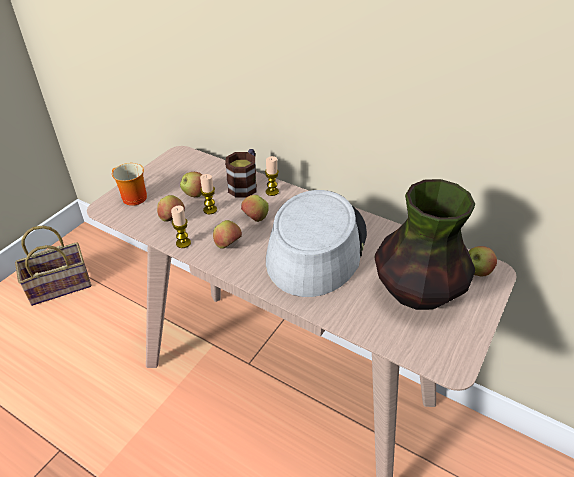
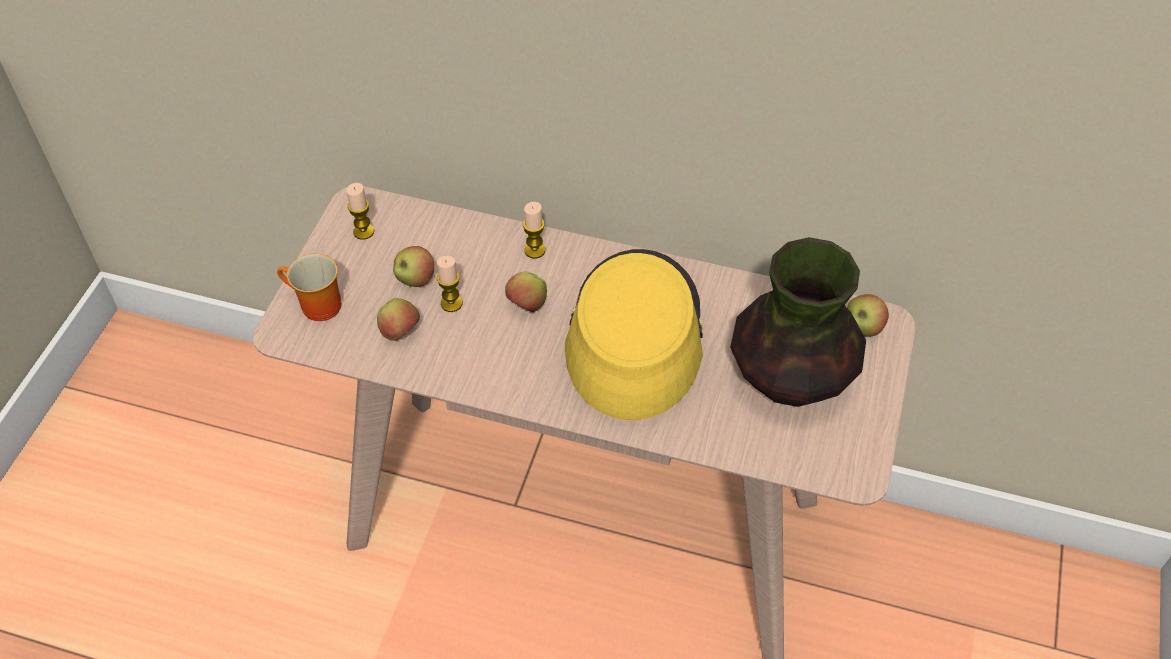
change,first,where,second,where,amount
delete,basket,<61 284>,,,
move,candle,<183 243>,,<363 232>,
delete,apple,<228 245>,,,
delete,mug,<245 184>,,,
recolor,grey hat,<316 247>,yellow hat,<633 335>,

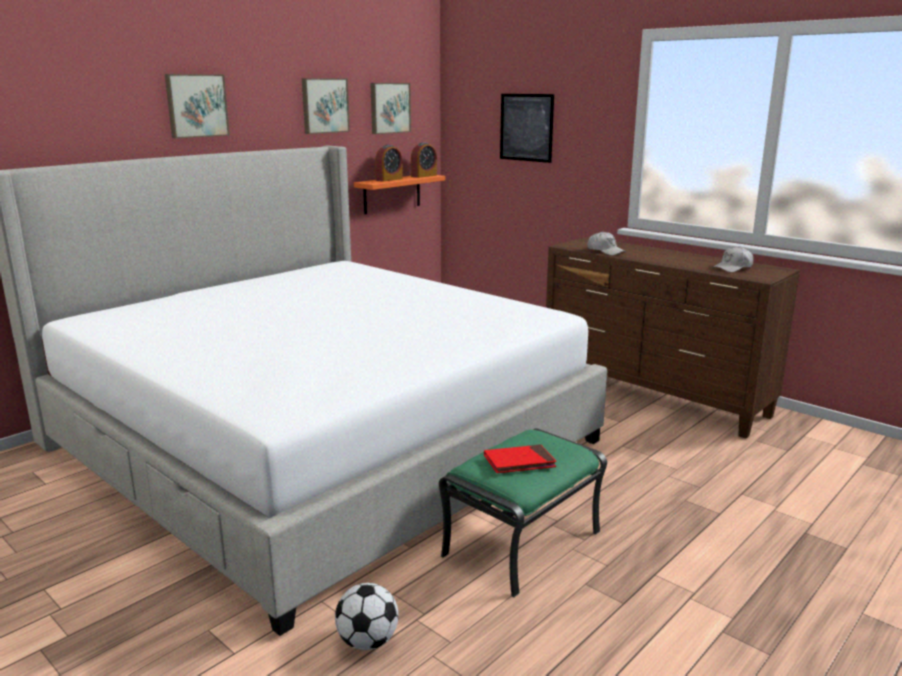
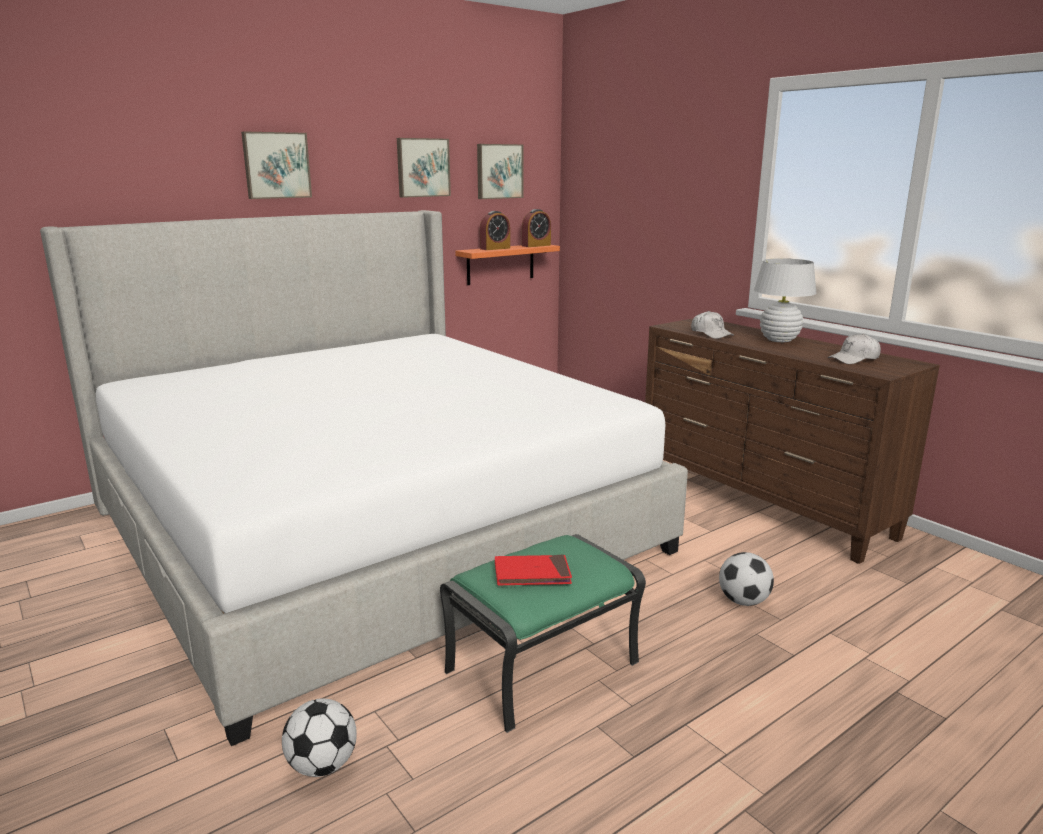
change,first,where,second,where,amount
delete,picture,<526 127>,,,
insert,,,football,<743 601>,
insert,,,white table lamp,<779 340>,

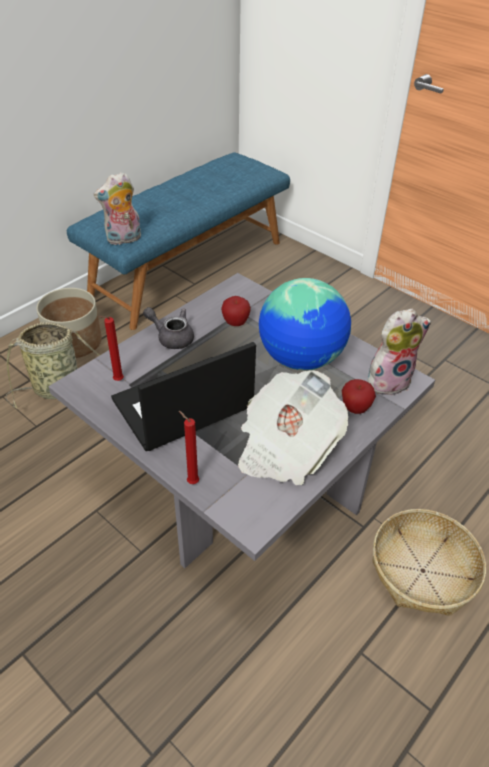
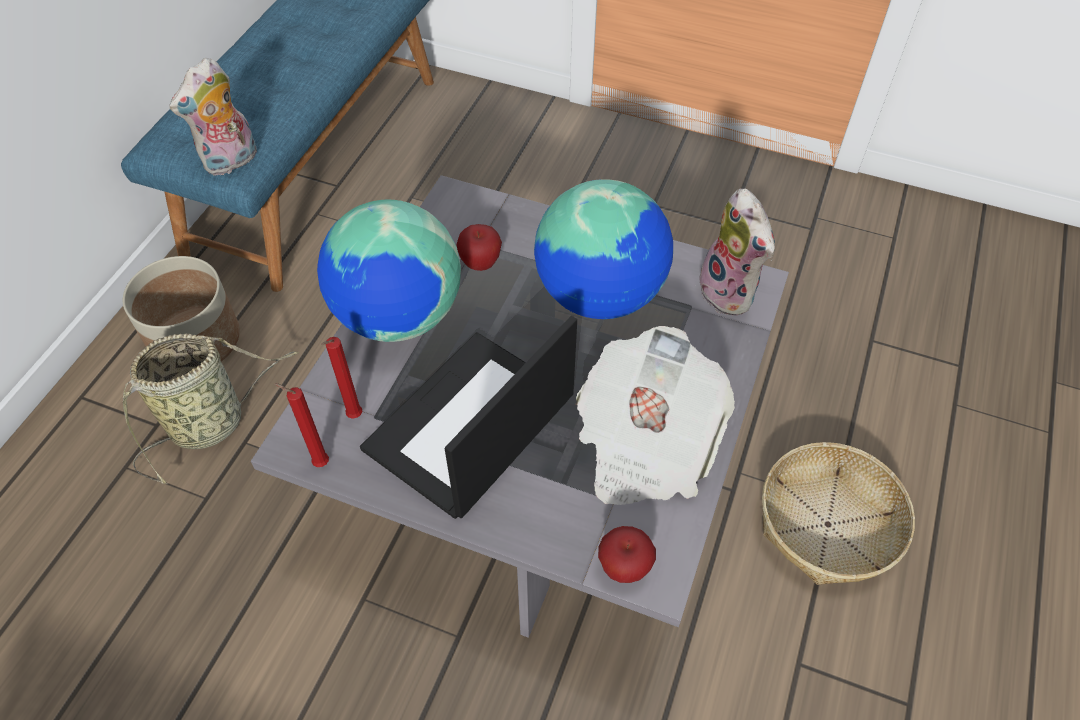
change,first,where,second,where,amount
replace,grey teapot,<171 337>,globe,<398 316>,
move,red candle,<191 481>,,<318 463>,
move,apple,<355 408>,,<624 568>,
rotate,plush toy,<388 380>,,<731 293>,105 degrees clockwise

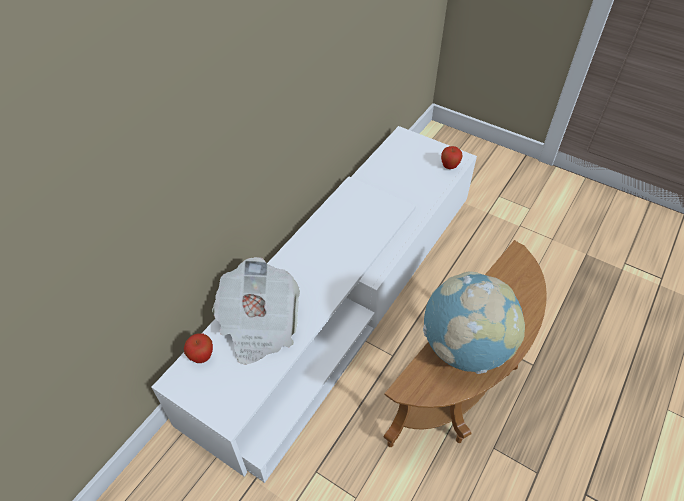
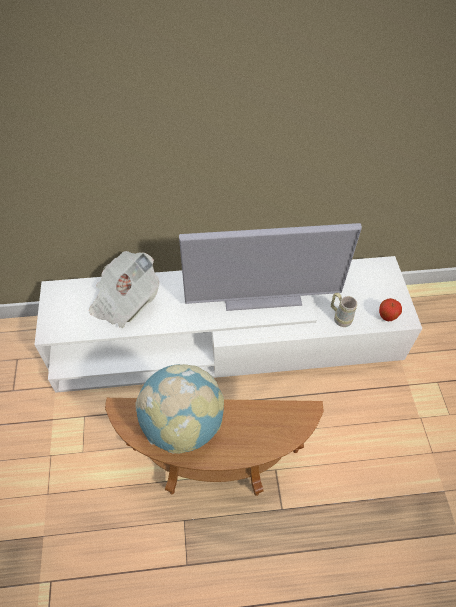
change,first,where,second,where,amount
delete,apple,<202 357>,,,
insert,,,television,<262 297>,
insert,,,beige mug,<339 317>,

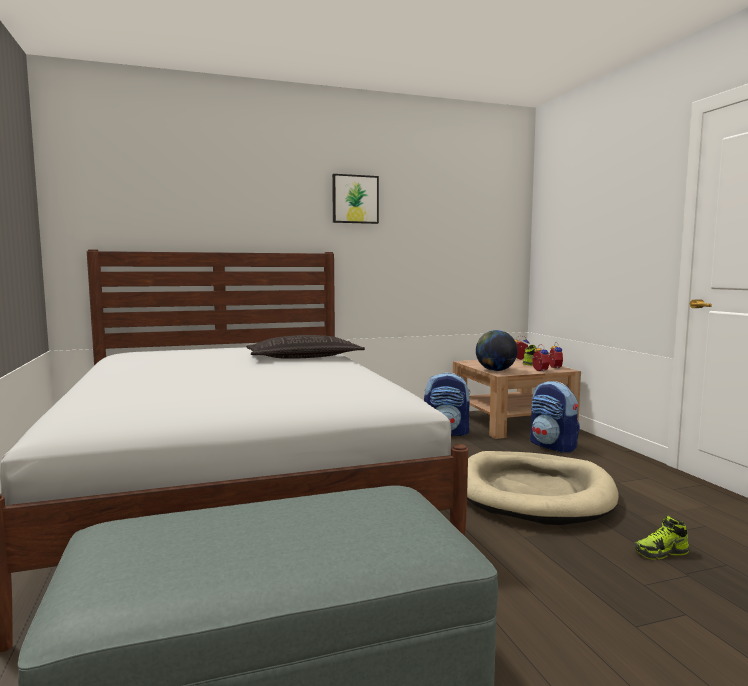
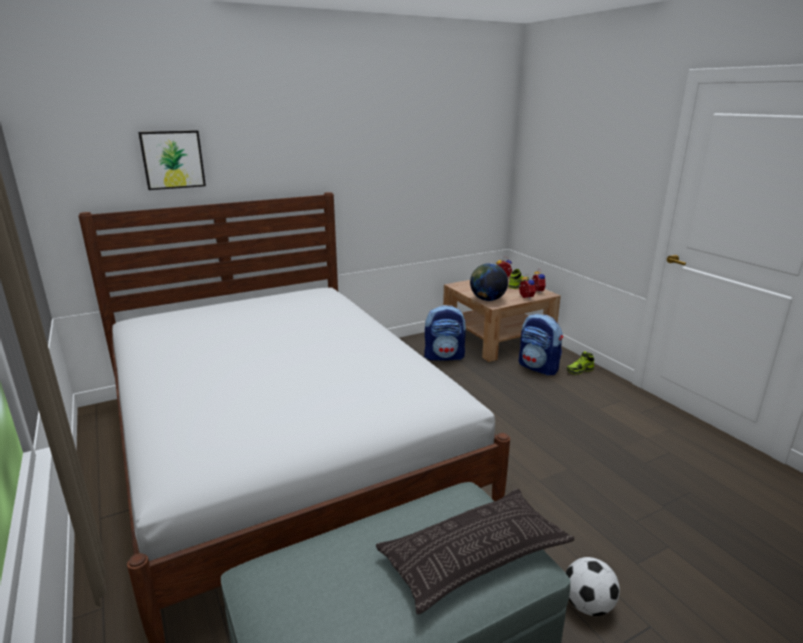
change,first,where,second,where,amount
move,pillow,<304 357>,,<474 555>,
move,picture,<355 199>,,<172 159>,
delete,beige dog bed,<533 492>,,,
move,shoe,<661 553>,,<580 370>,
insert,,,football,<587 605>,

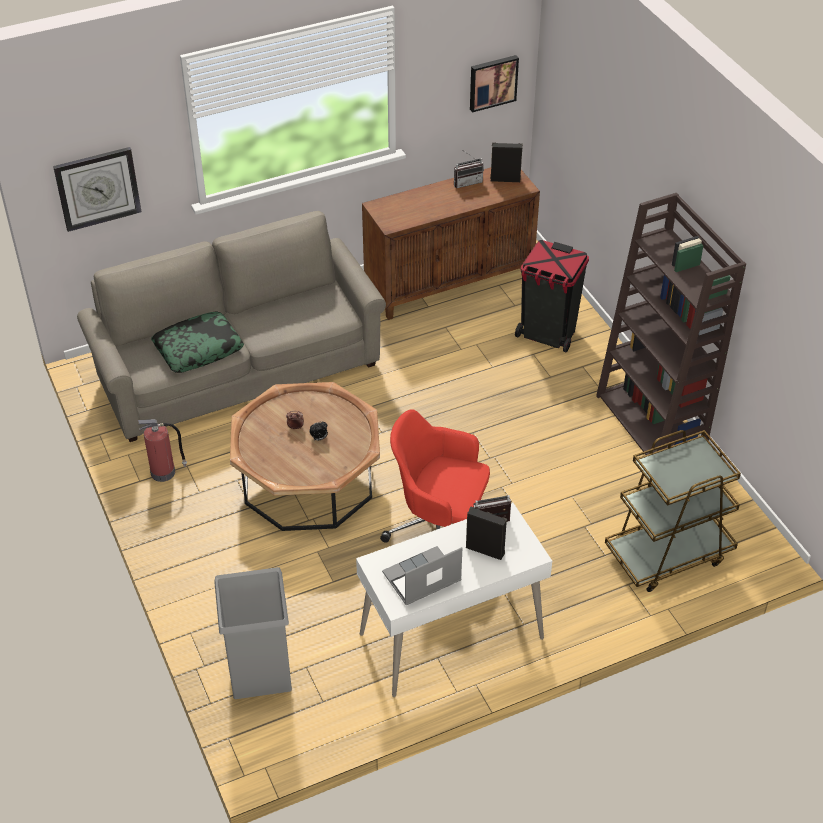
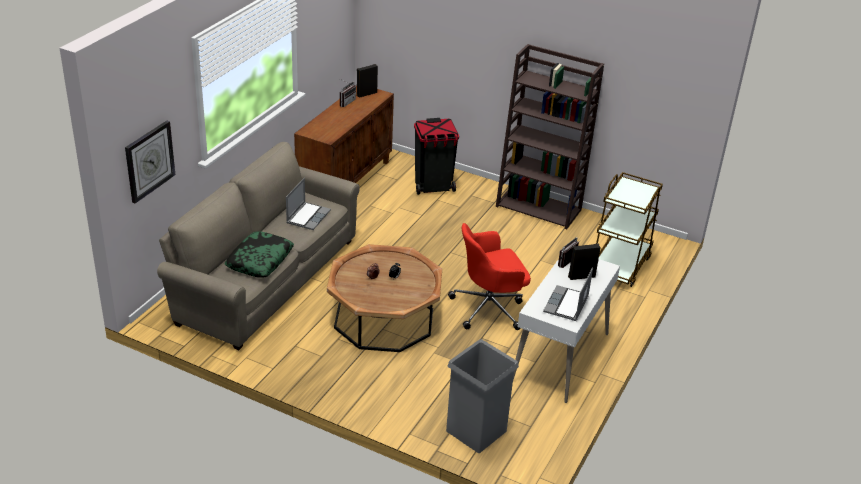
change,first,where,second,where,amount
delete,fire extinguisher,<164 472>,,,
delete,picture,<492 82>,,,
insert,,,laptop,<308 216>,

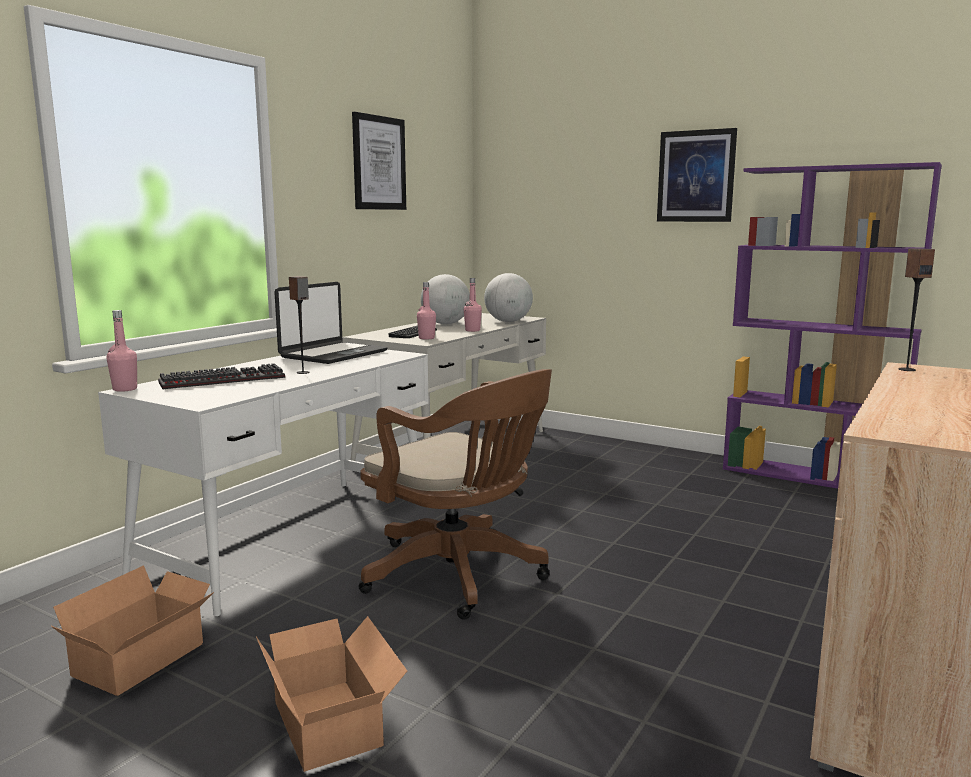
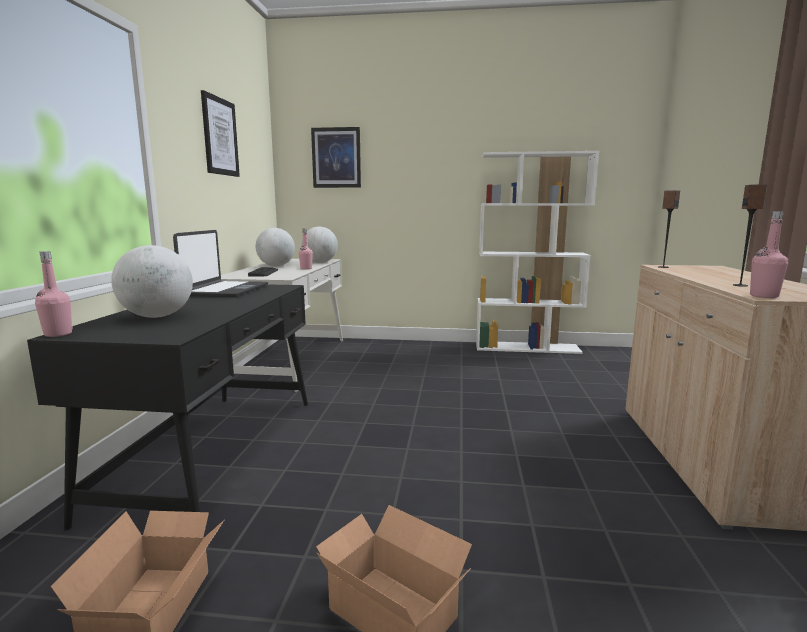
change,first,where,second,where,amount
recolor,white desk,<293 537>,black desk,<216 451>,
replace,keyboard,<224 379>,globe,<157 316>,
move,speaker,<303 372>,,<740 285>,
delete,brown office chair,<460 576>,,,
move,pink bottle,<426 338>,,<764 296>,
move,picture,<696 176>,,<336 158>,
recolor,purple bookcase,<811 476>,white bookcase,<527 347>,

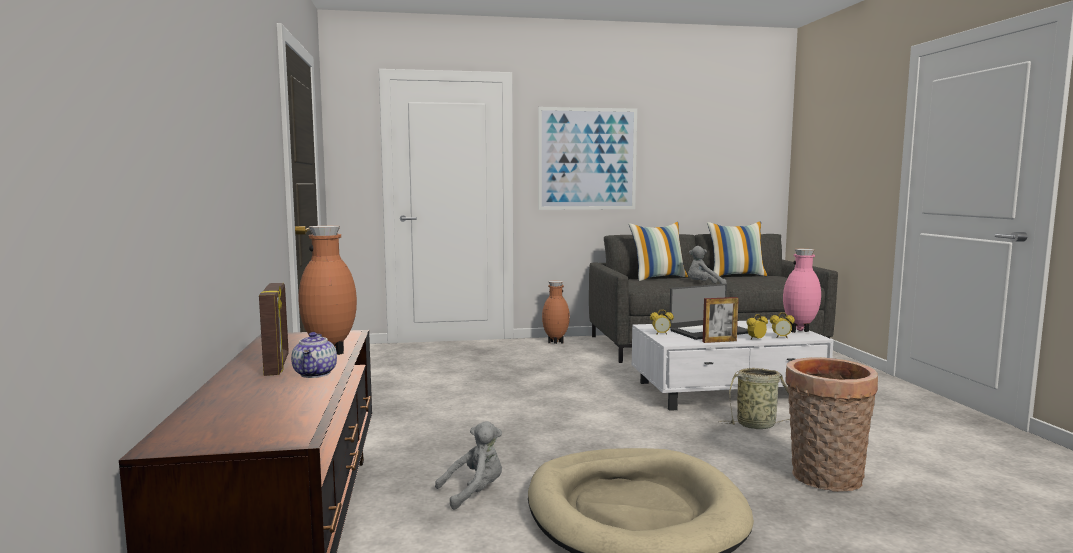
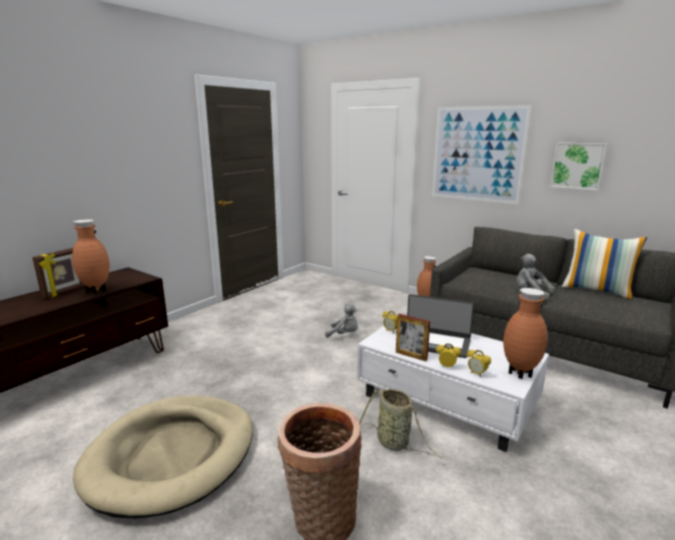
change,first,where,second,where,amount
delete,teapot,<316 374>,,,
move,grey plush toy,<474 492>,,<344 334>,
delete,pillow,<658 278>,,,
recolor,pink vase,<800 331>,brown vase,<519 375>,
insert,,,picture,<578 165>,

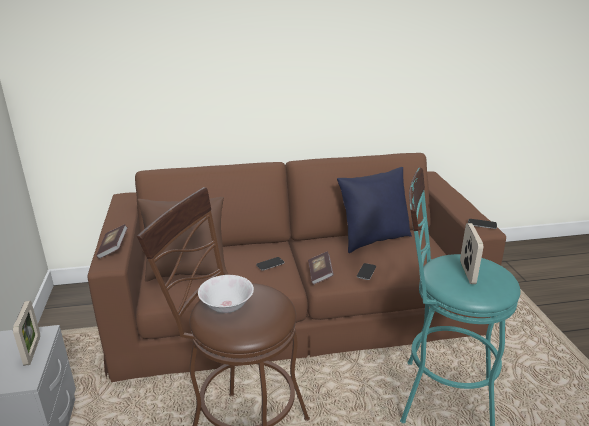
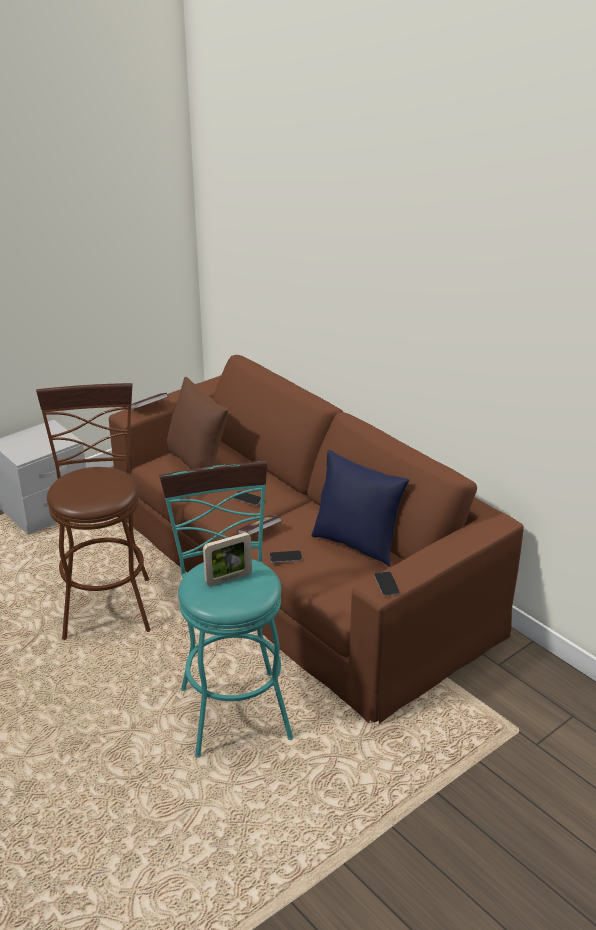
change,first,where,second,where,amount
delete,picture frame,<32 351>,,,
delete,white bowl,<226 306>,,,

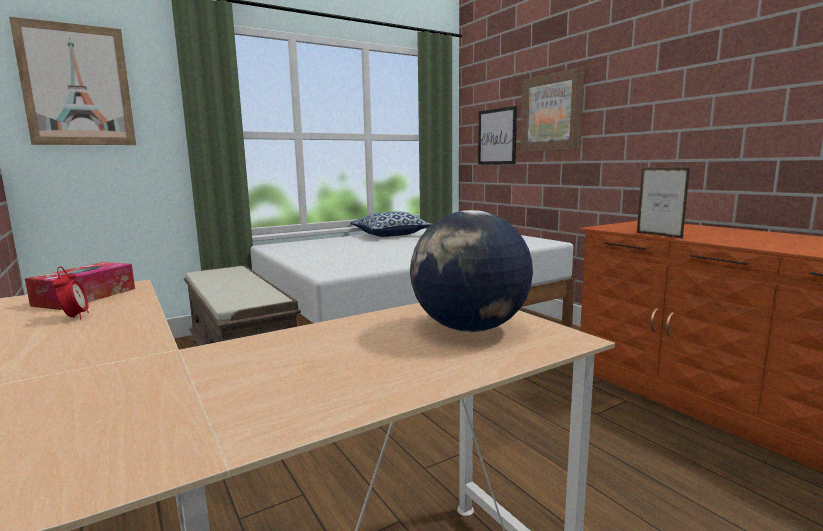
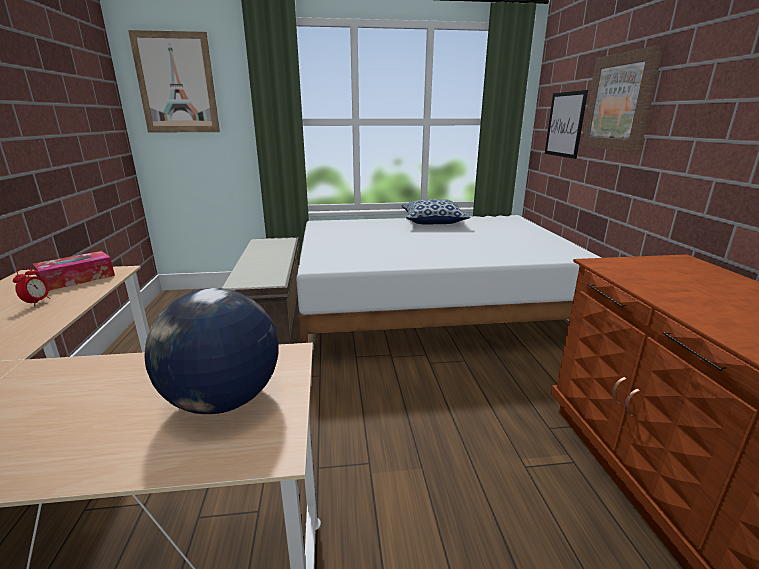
change,first,where,second,where,amount
delete,picture frame,<658 235>,,,

